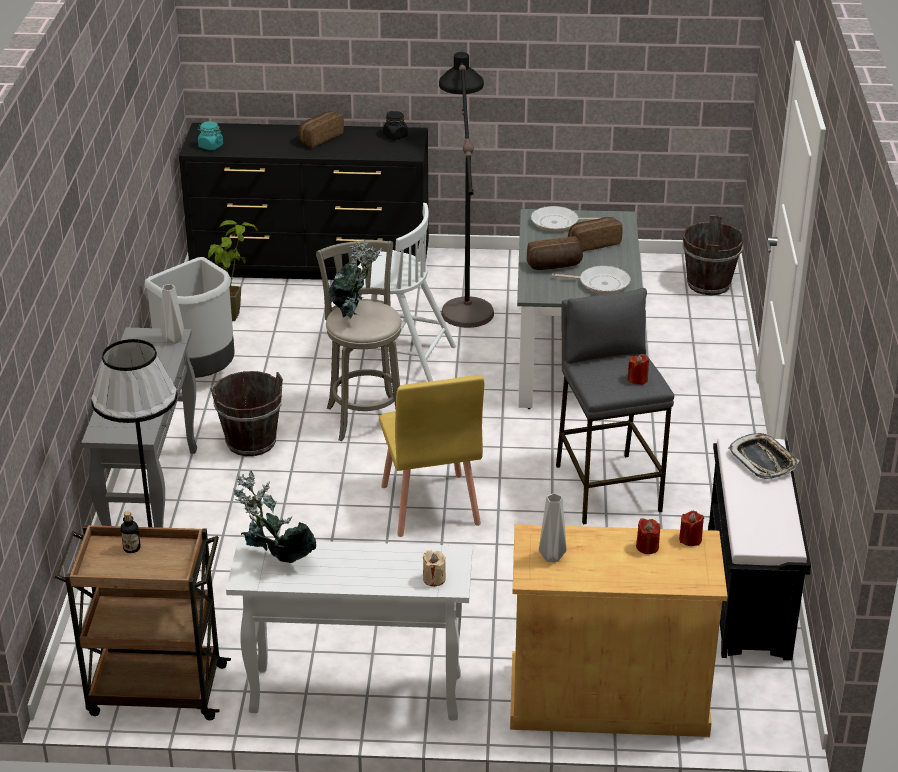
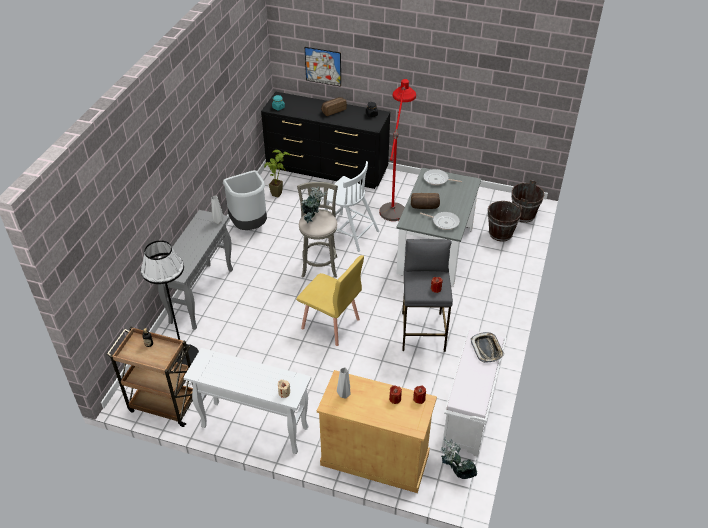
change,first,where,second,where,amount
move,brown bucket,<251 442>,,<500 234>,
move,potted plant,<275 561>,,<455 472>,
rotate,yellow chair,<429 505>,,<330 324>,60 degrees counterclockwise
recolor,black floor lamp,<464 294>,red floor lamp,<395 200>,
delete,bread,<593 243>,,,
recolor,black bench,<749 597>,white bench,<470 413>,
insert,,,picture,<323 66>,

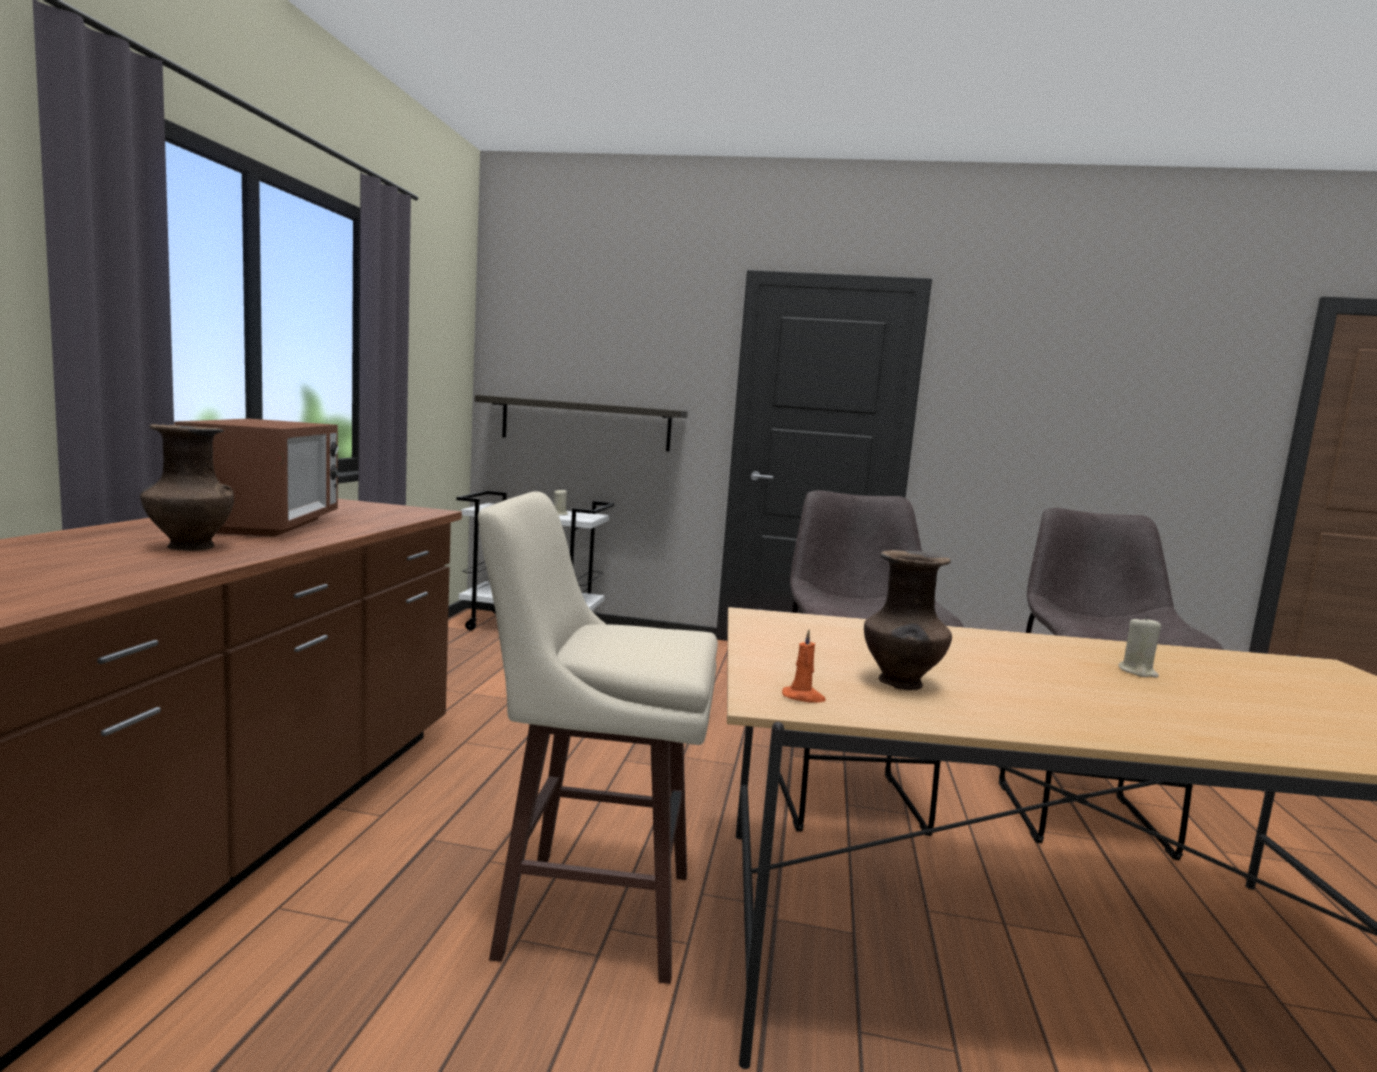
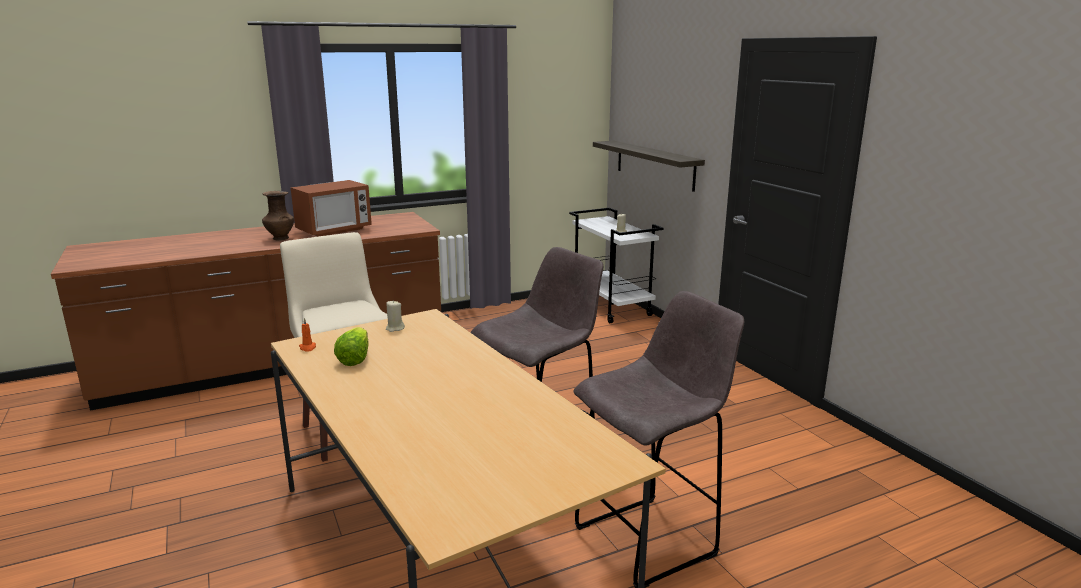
change,first,where,second,where,amount
replace,brown vase,<901 684>,lettuce,<355 358>,
move,beige candle,<1137 672>,,<395 328>,

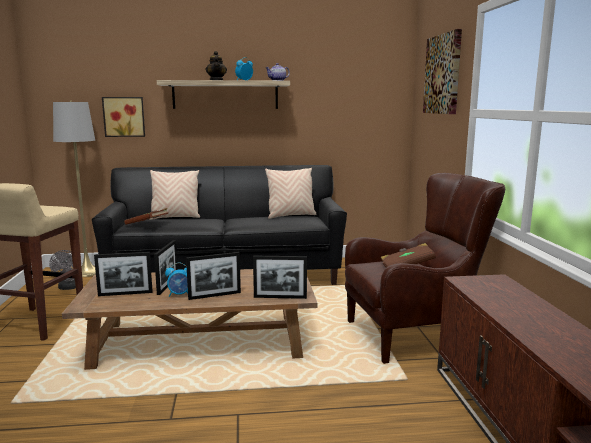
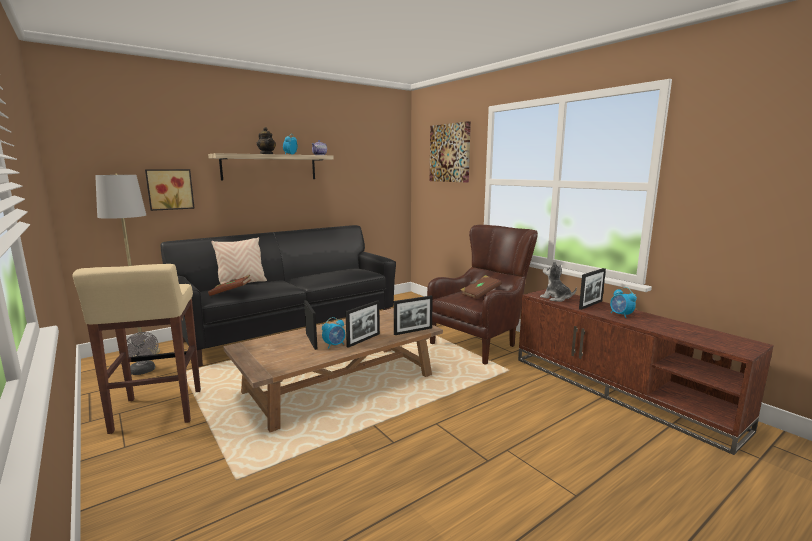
change,first,where,second,where,amount
move,picture frame,<125 294>,,<590 305>,
delete,beige pillow,<291 215>,,,
insert,,,plush toy,<556 298>,
insert,,,alarm clock,<621 315>,

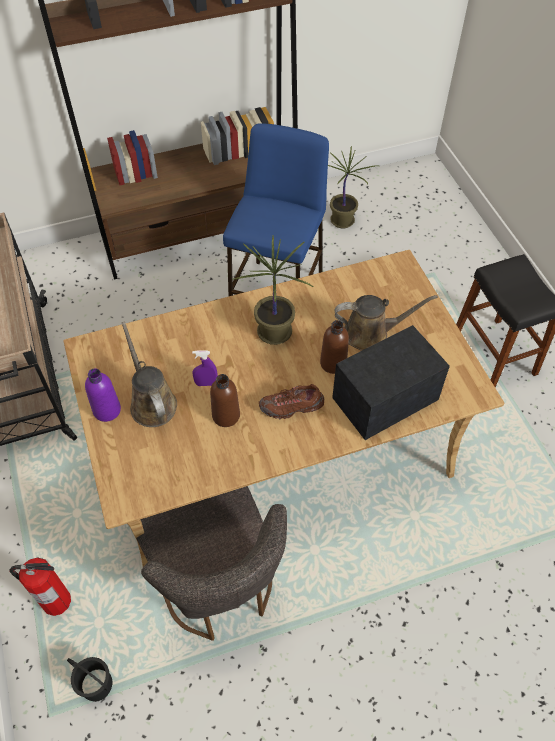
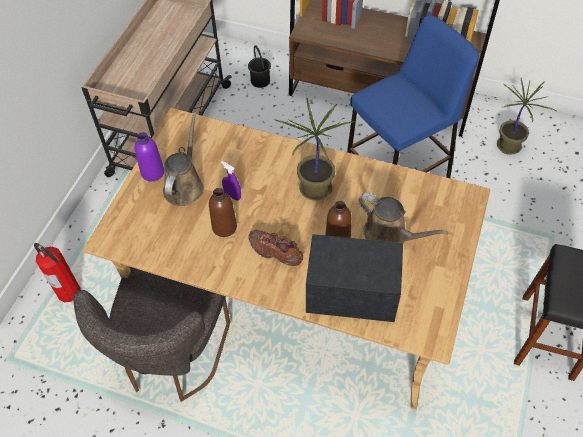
change,first,where,second,where,amount
move,black bucket,<97 684>,,<260 80>,

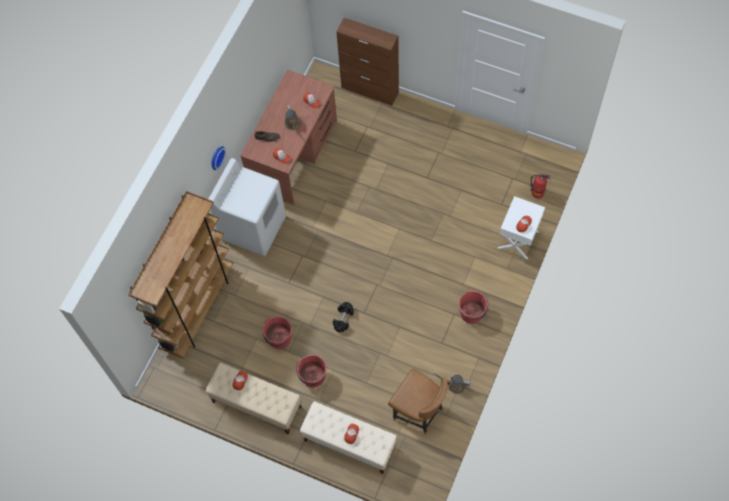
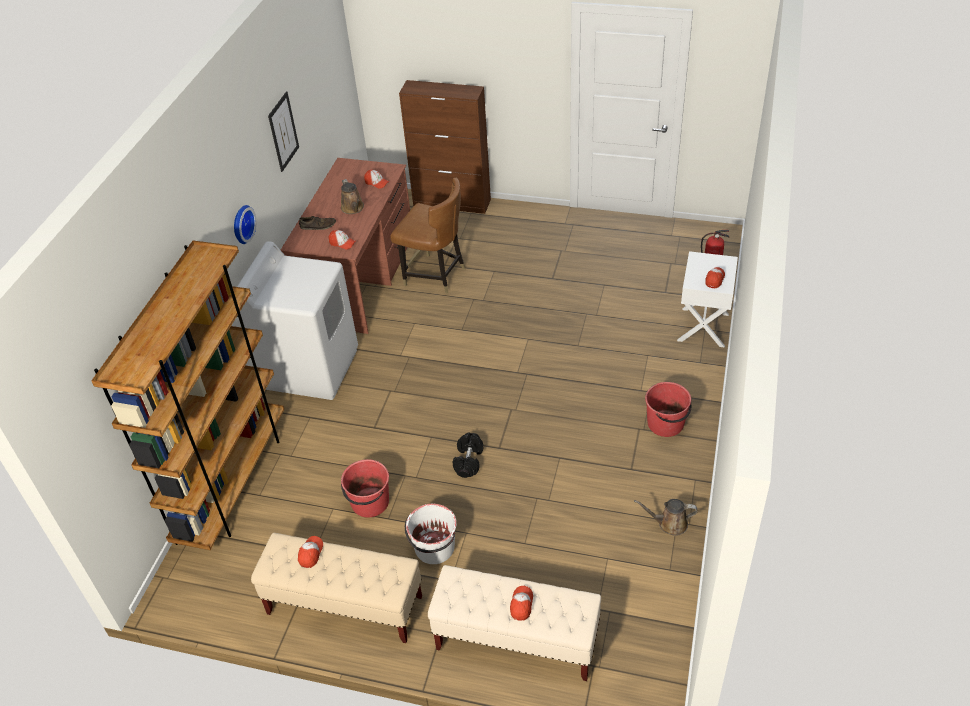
change,first,where,second,where,amount
recolor,red bucket,<313 377>,white bucket,<434 548>,
move,brown chair,<418 413>,,<435 275>,
insert,,,picture,<283 131>,

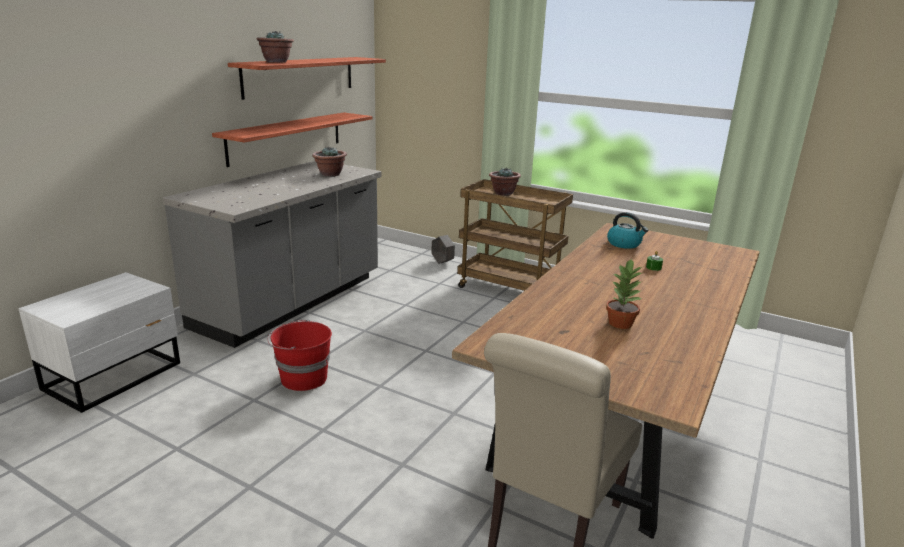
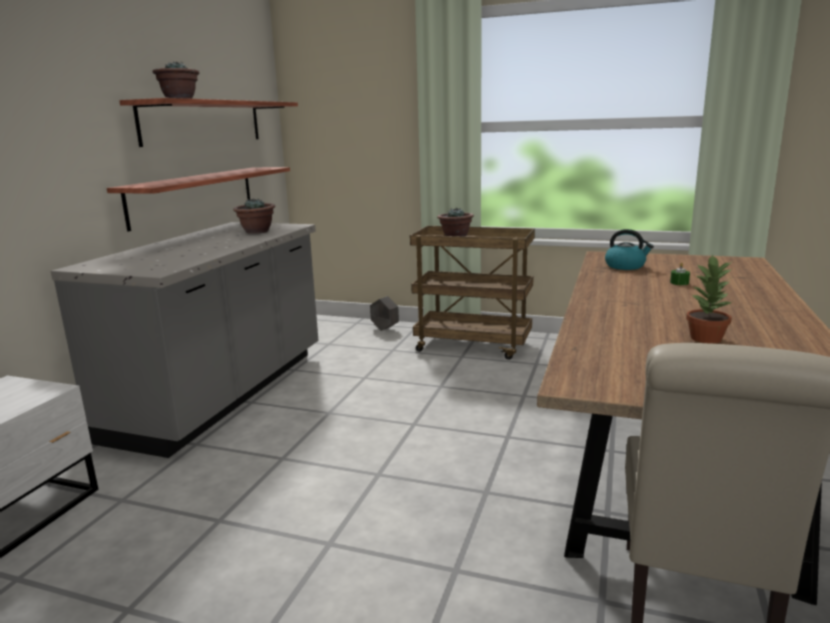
change,first,where,second,where,amount
delete,red bucket,<303 378>,,,

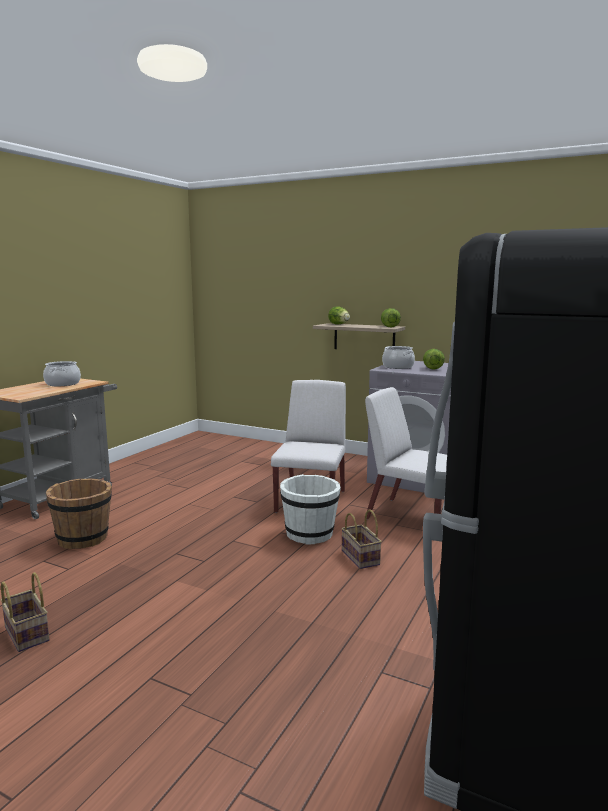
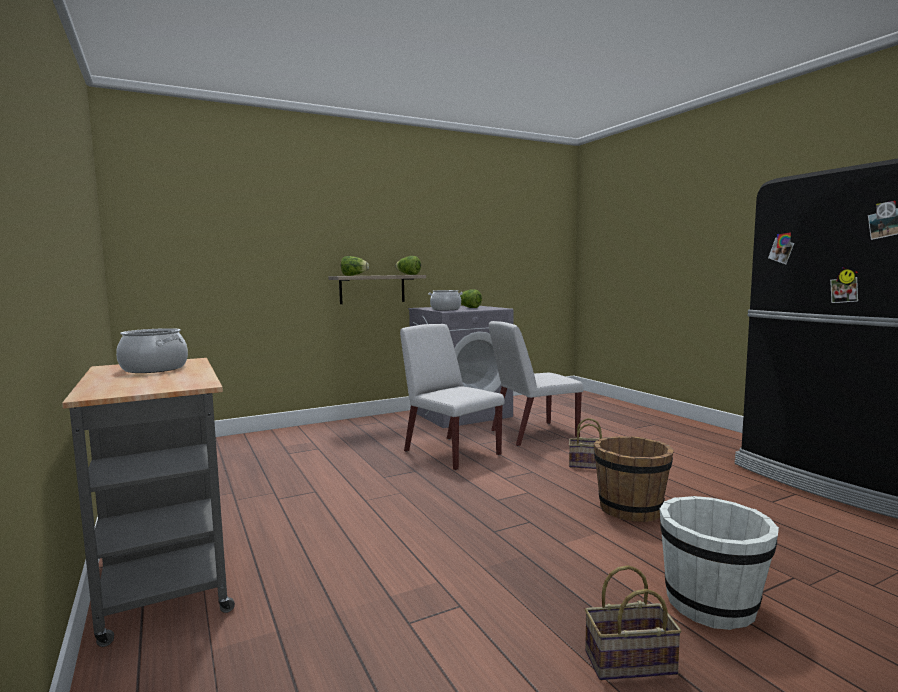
change,first,where,second,where,amount
move,brown bucket,<83 538>,,<630 509>,
move,white bucket,<310 534>,,<712 604>,

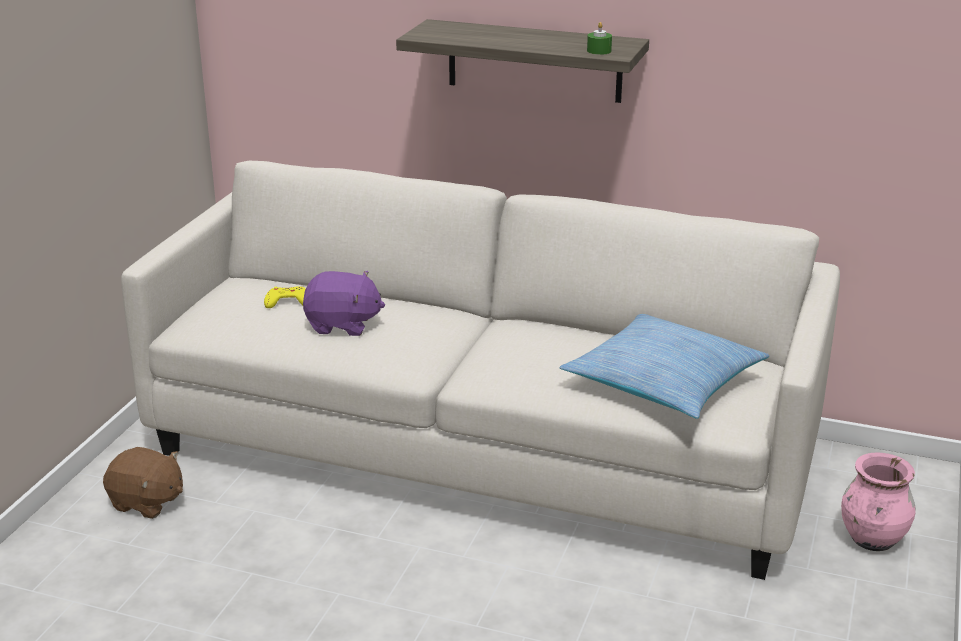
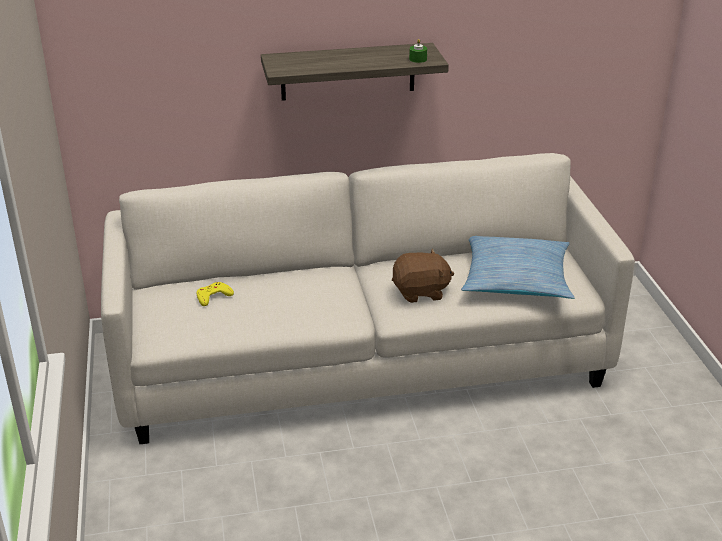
change,first,where,second,where,amount
move,brown plush toy,<147 502>,,<421 292>,
delete,purple plush toy,<342 325>,,,
delete,pink vase,<872 540>,,,

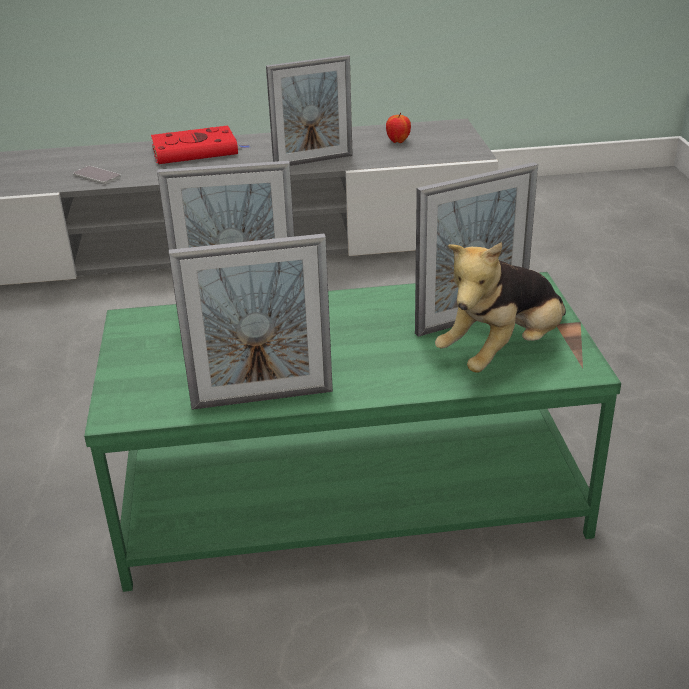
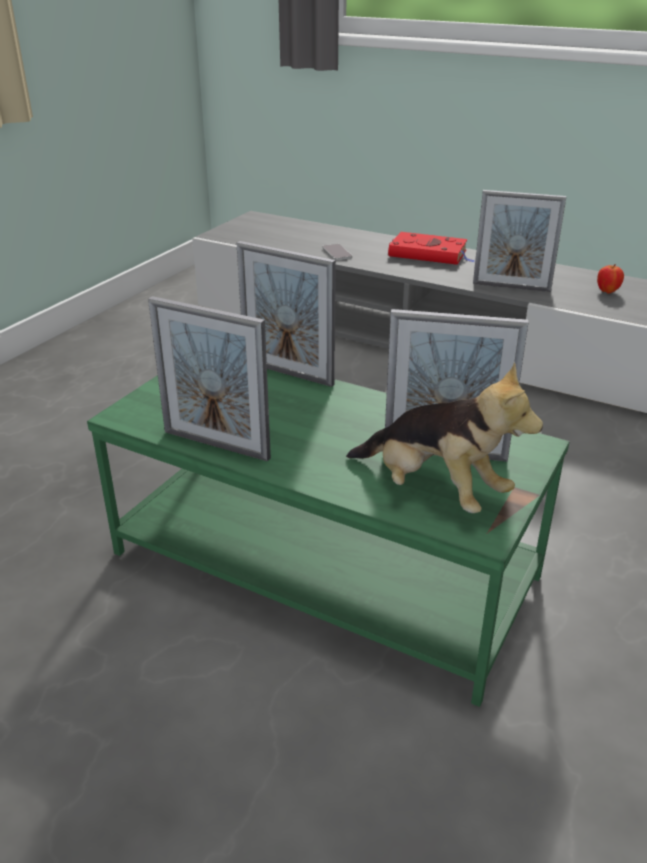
change,first,where,second,where,amount
rotate,plush toy,<503 353>,,<434 490>,135 degrees counterclockwise

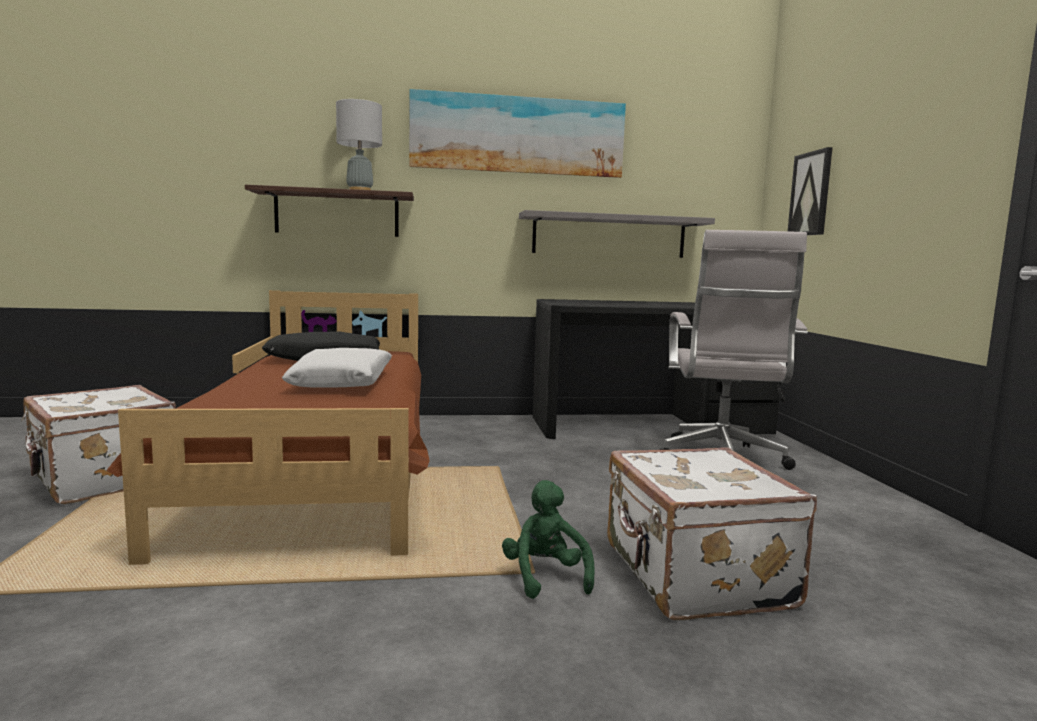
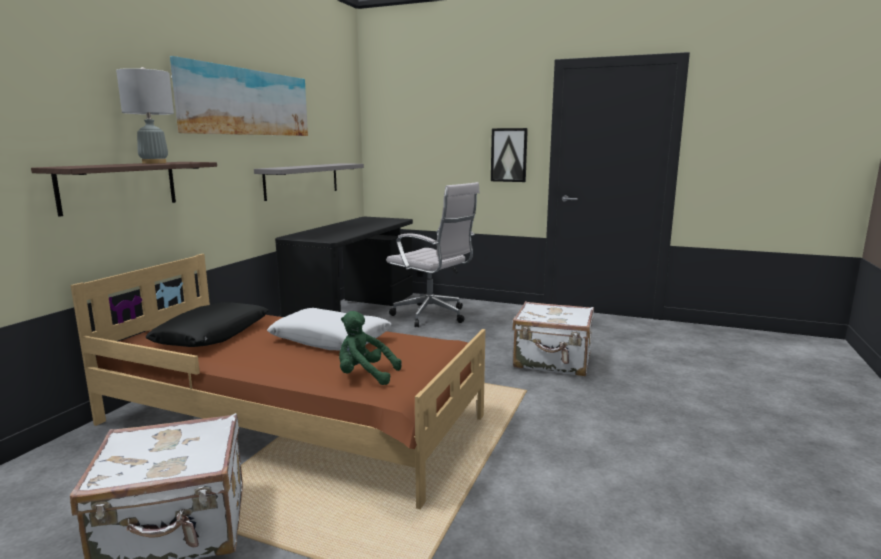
change,first,where,second,where,amount
move,green plush toy,<545 577>,,<365 376>,
move,picture,<810 194>,,<509 155>,

